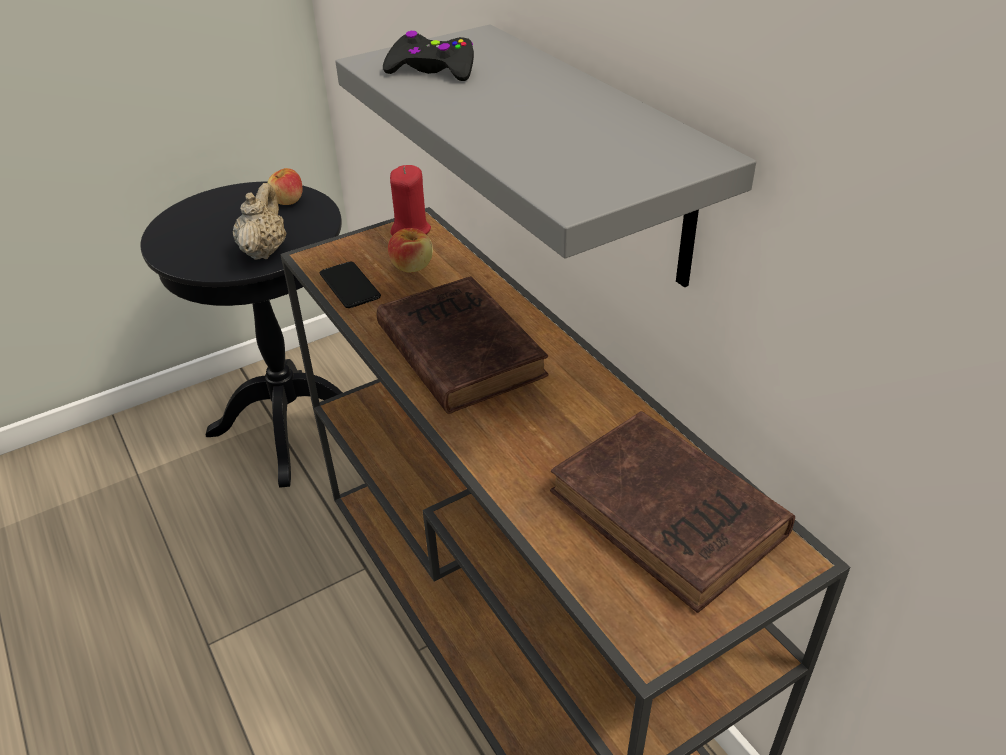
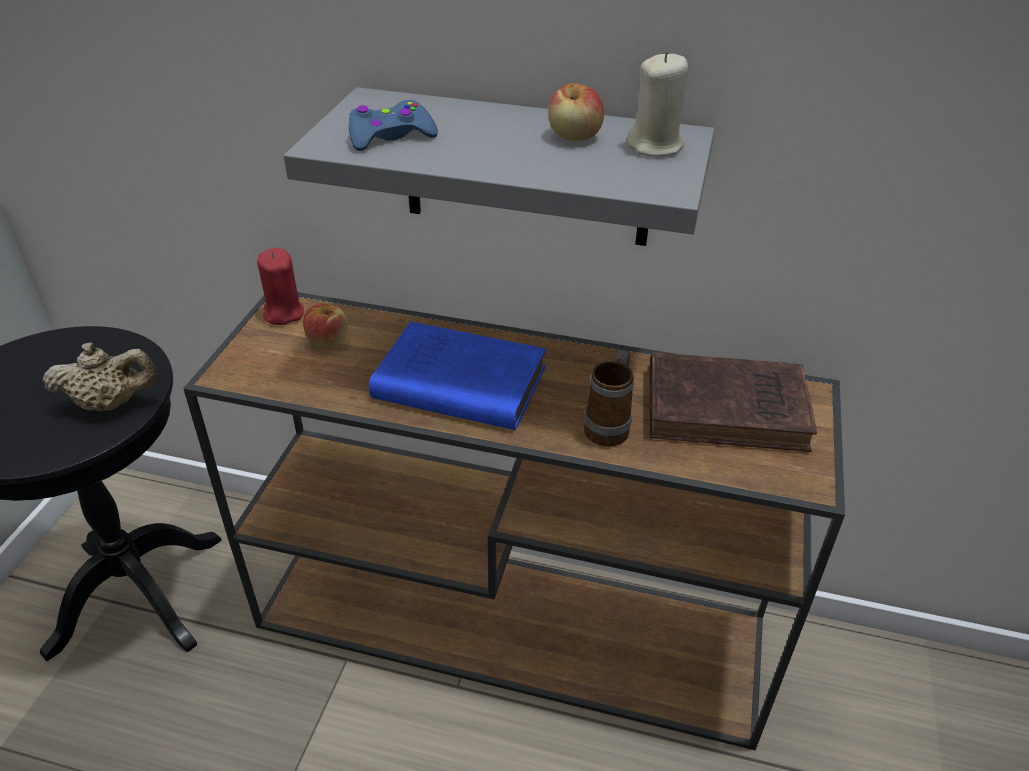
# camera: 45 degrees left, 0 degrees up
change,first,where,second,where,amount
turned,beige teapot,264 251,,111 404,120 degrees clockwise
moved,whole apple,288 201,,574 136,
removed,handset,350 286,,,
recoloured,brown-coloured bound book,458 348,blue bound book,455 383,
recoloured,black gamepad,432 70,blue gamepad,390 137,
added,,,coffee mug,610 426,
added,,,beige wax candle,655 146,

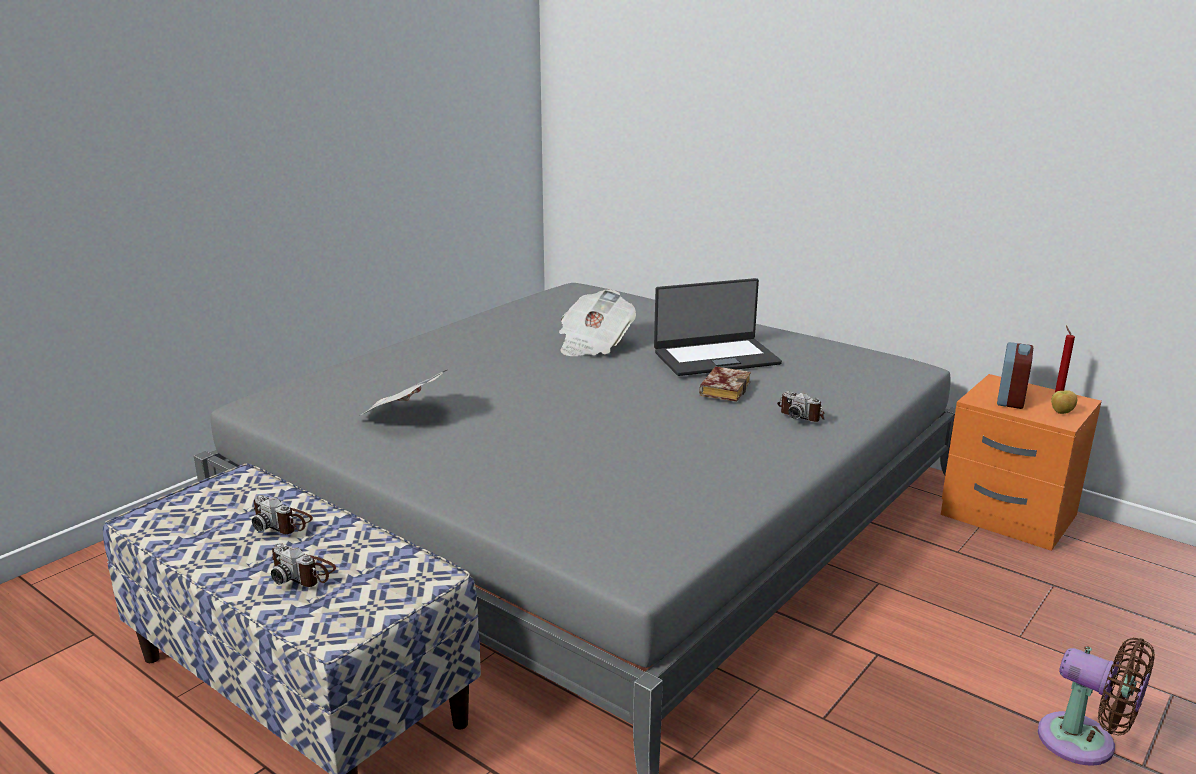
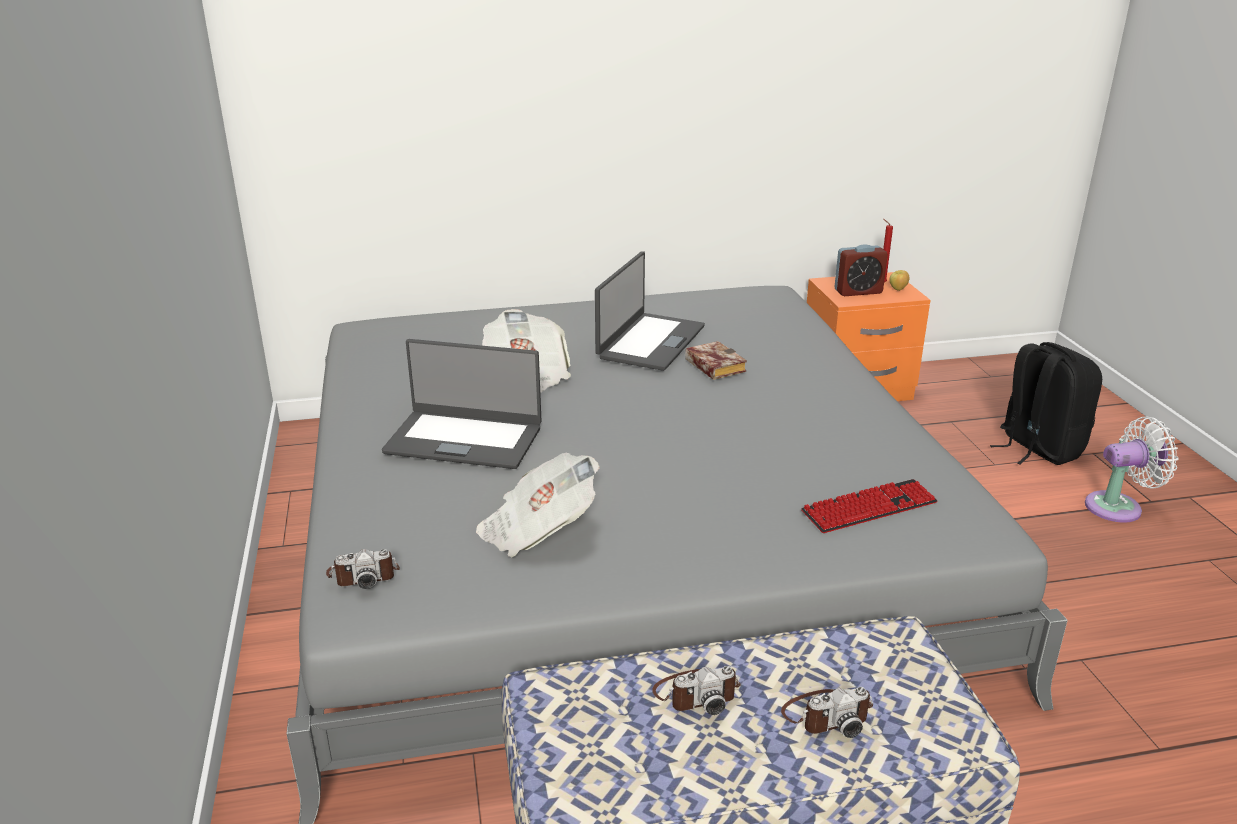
# camera: 50 degrees left, 5 degrees up
change,first,where,second,where,amount
moved,still camera,802 414,,363 574,
turned,alarm clock,1010 399,,858 291,105 degrees clockwise
recoloured,brown-coloured electric fan,1084 743,white-coloured electric fan,1118 507,
added,,,laptop,464 439,
added,,,PC keyboard,869 508,
added,,,black rucksack,1037 448,

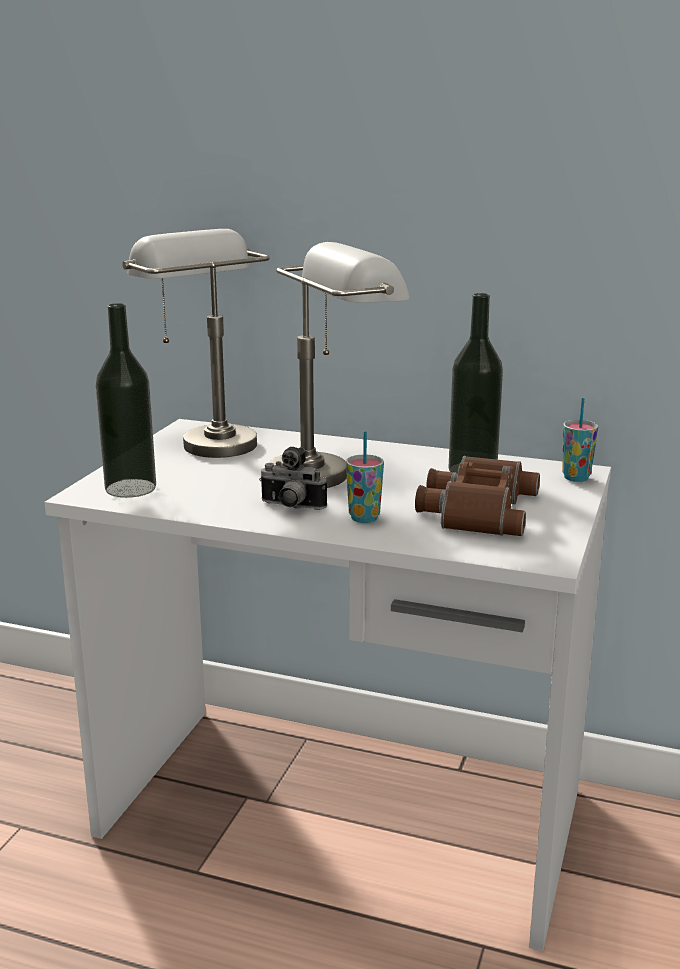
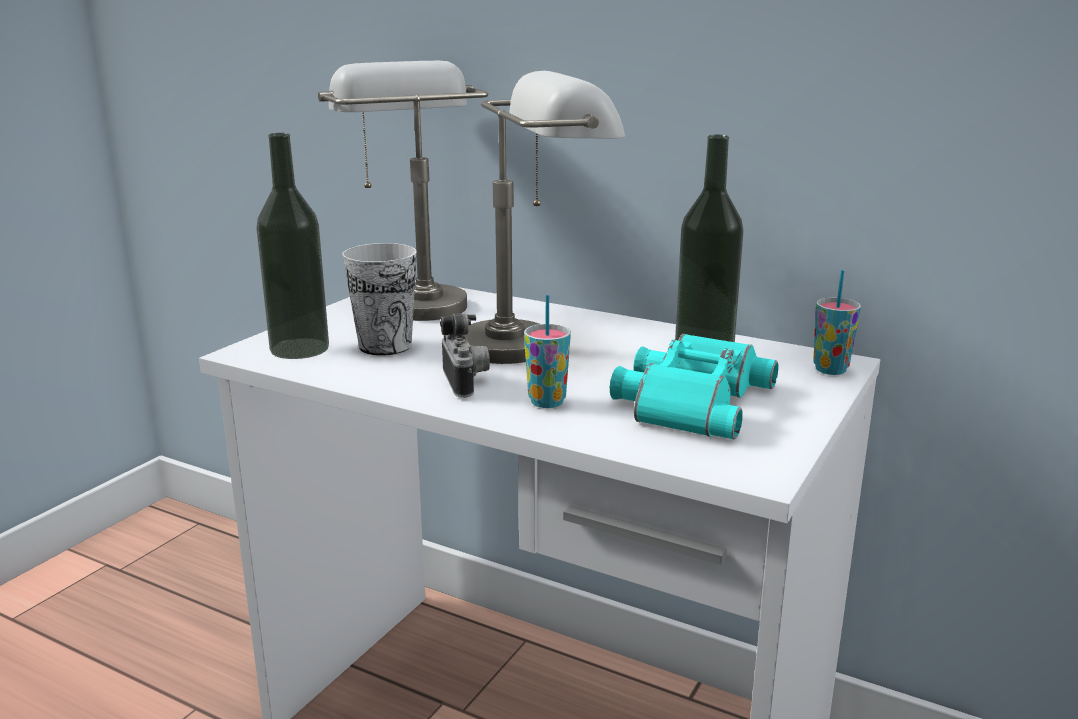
# camera: 10 degrees right, 0 degrees up
change,first,where,second,where,amount
turned,still camera,291 507,,467 383,135 degrees counterclockwise
recoloured,brown-coloured field glasses,475 508,turquoise field glasses,688 400,
added,,,small cup,385 346,

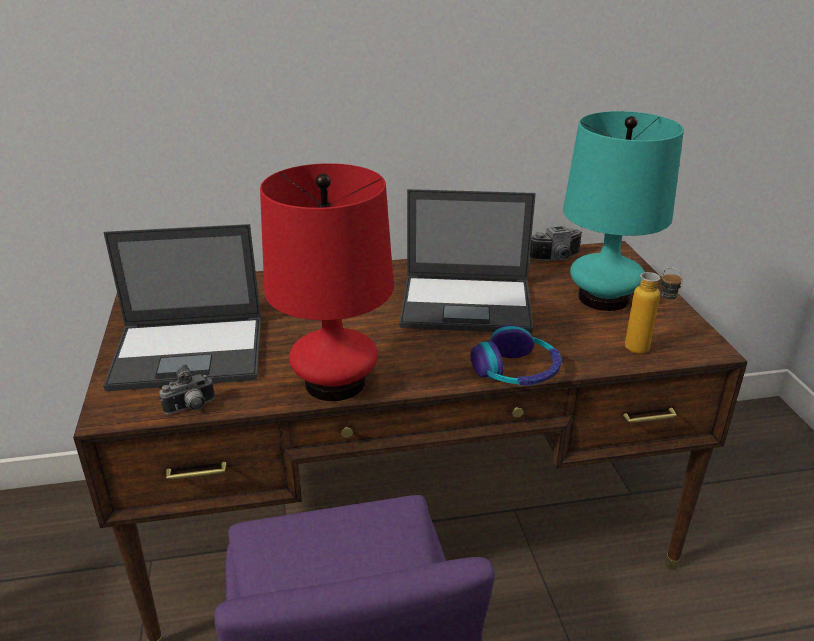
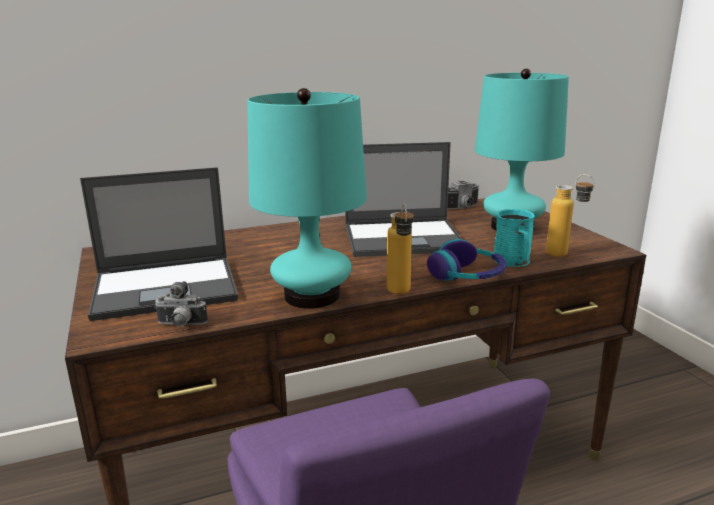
# camera: 10 degrees left, 10 degrees down
change,first,where,second,where,amount
turned,still camera,191 408,,181 325,45 degrees clockwise
recoloured,red-coloured table lamp,335 383,turquoise table lamp,312 296,
added,,,drink bottle,400 294,
added,,,turquoise coffee mug,513 262,

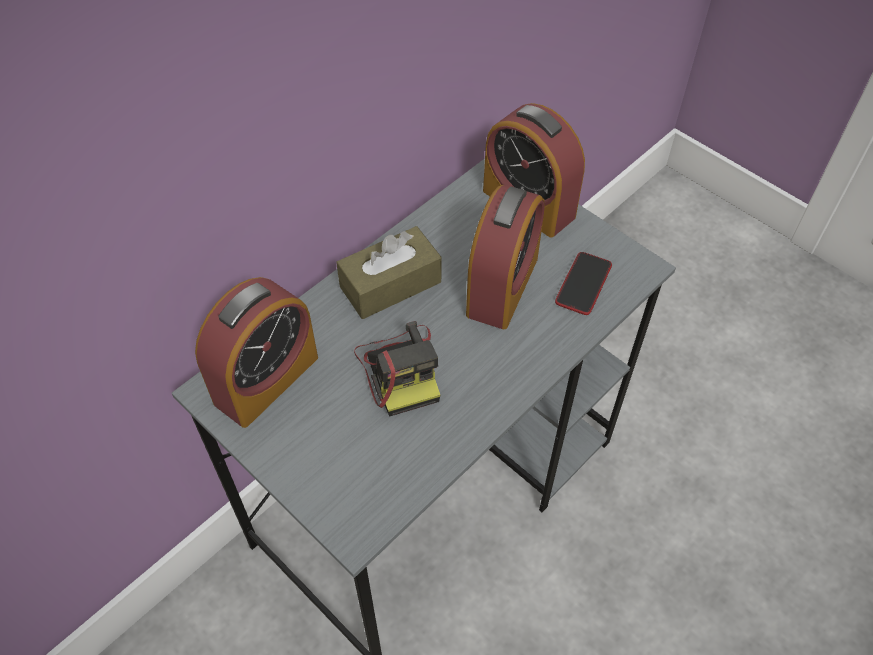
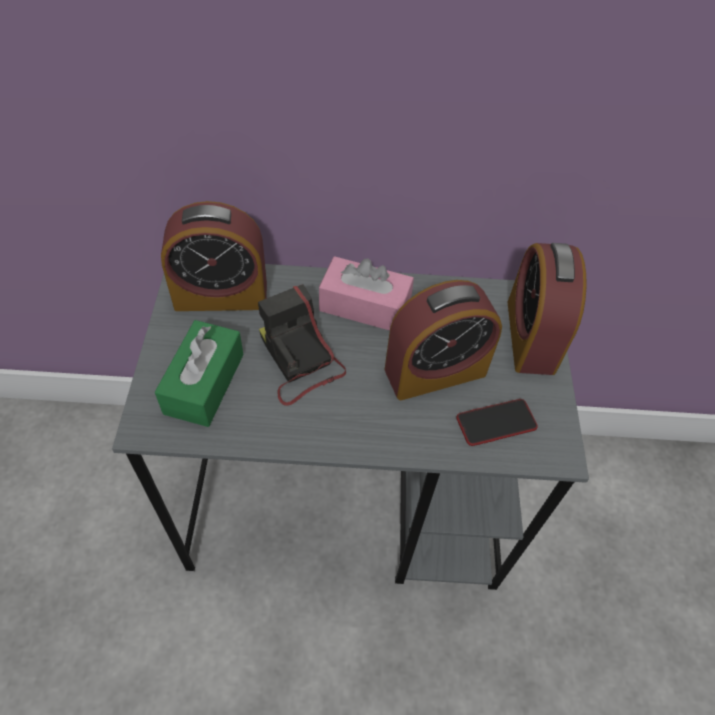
# camera: 45 degrees right, 0 degrees up
change,first,where,second,where,amount
recoloured,brown-coloured box of tissues,390 284,pink-coloured box of tissues,364 306,
turned,still camera,401 370,,299 361,120 degrees clockwise
added,,,green box of tissues,204 383,

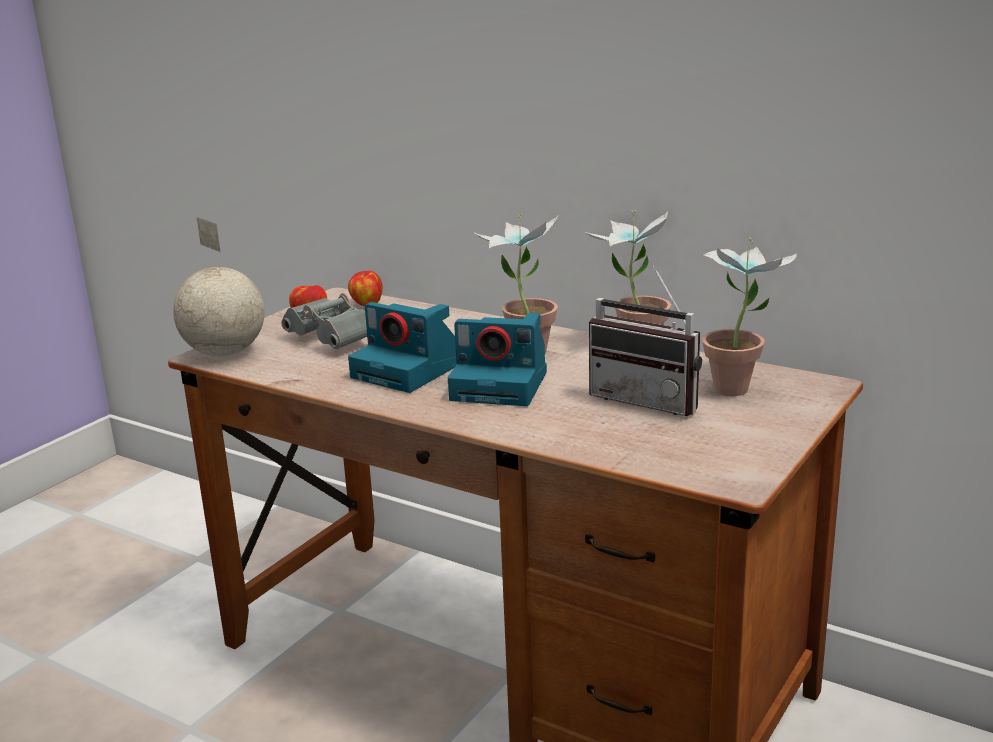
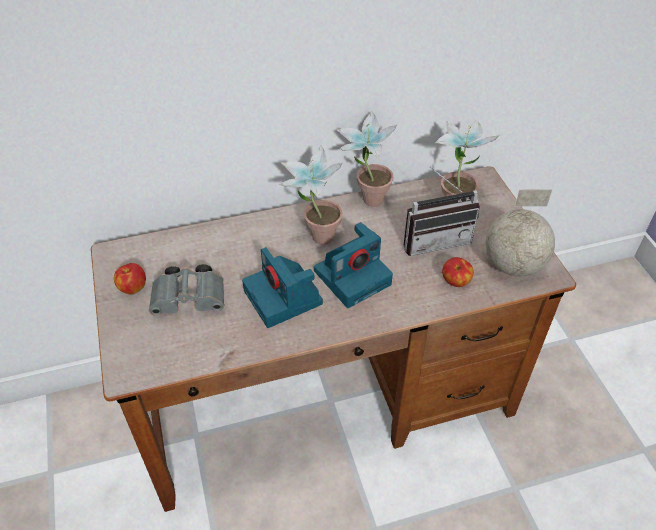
# camera: 50 degrees left, 25 degrees up
change,first,where,second,where,amount
moved,globe,224 353,,514 266,
moved,whole apple,366 304,,455 282,
turned,still camera,408 371,,284 298,75 degrees clockwise

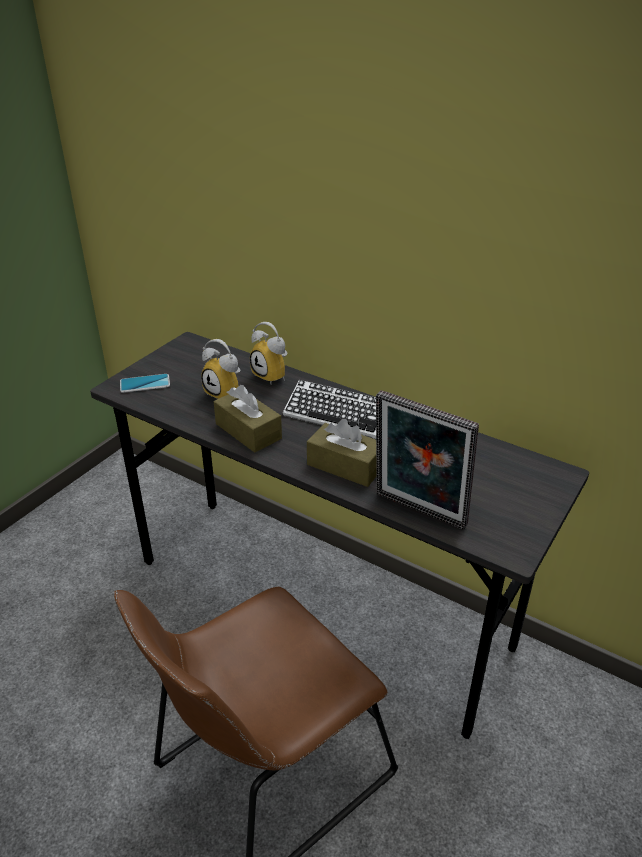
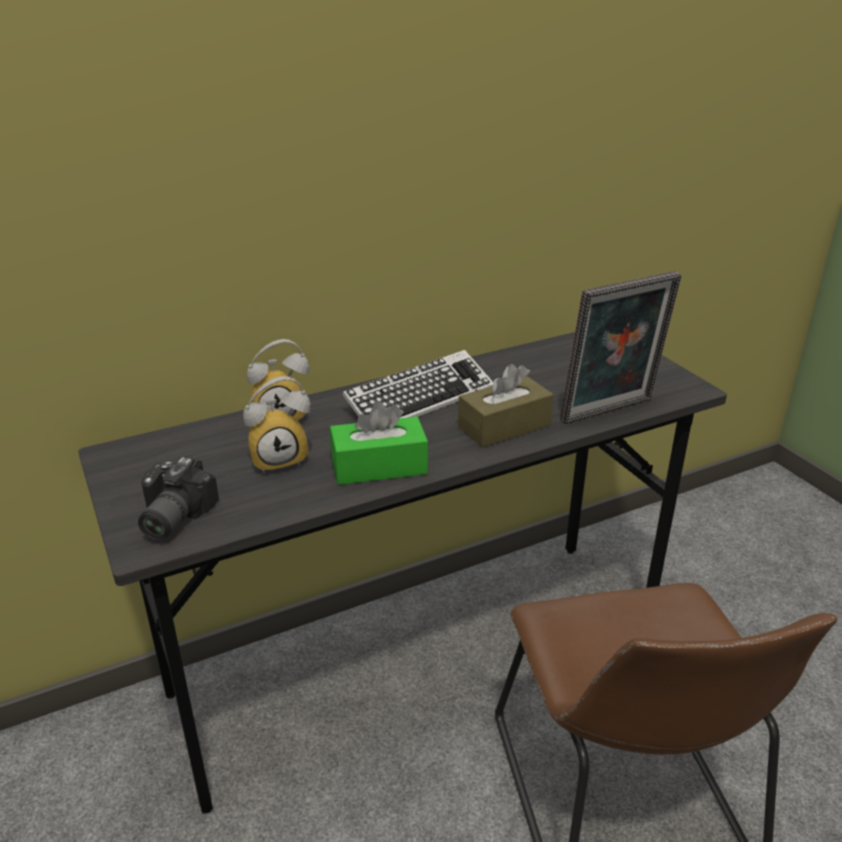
# camera: 60 degrees left, 5 degrees down
change,first,where,second,where,amount
replaced,handset,145 384,still camera,170 518,
recoloured,brown-coloured box of tissues,248 431,green box of tissues,379 466,

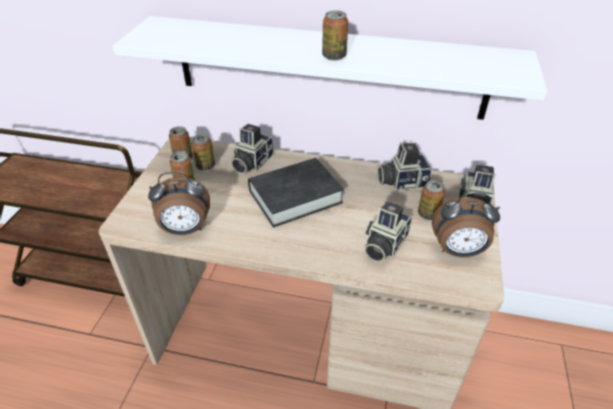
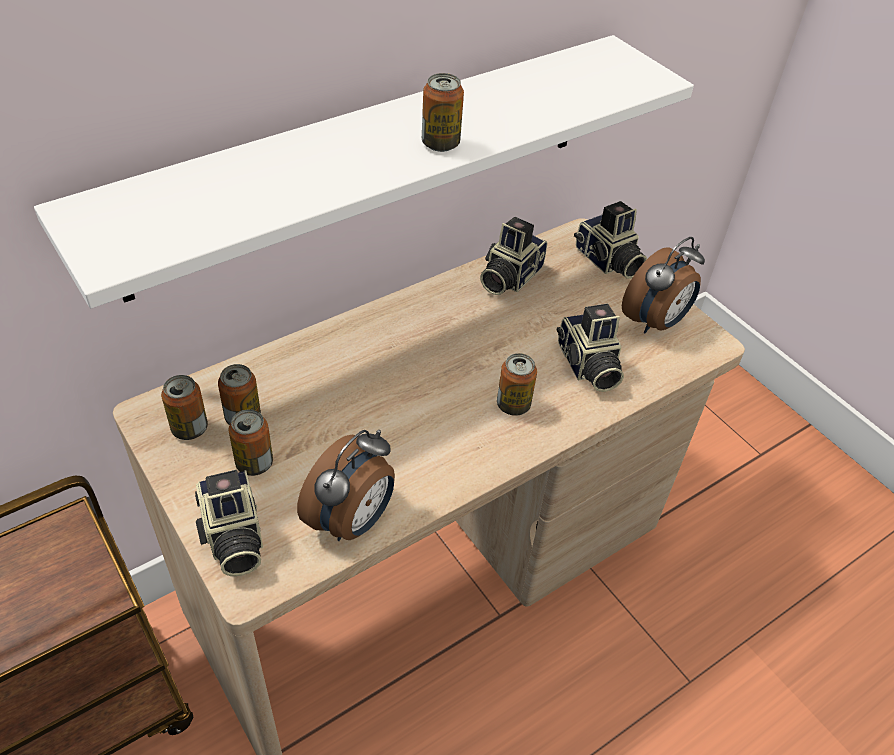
# camera: 50 degrees left, 5 degrees up
change,first,where,second,where,amount
moved,still camera,251 163,,232 538,
removed,black bound book,295 196,,,
moved,sealed can,428 214,,513 405,

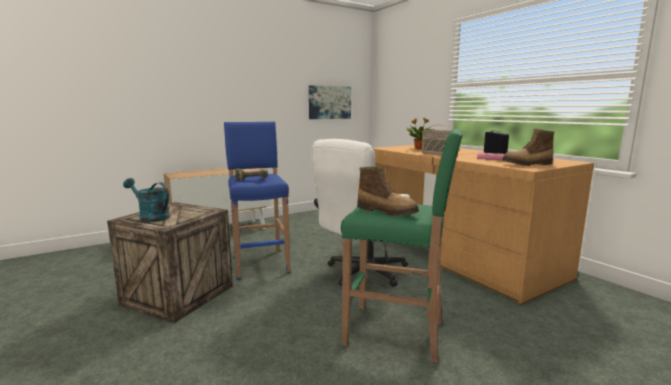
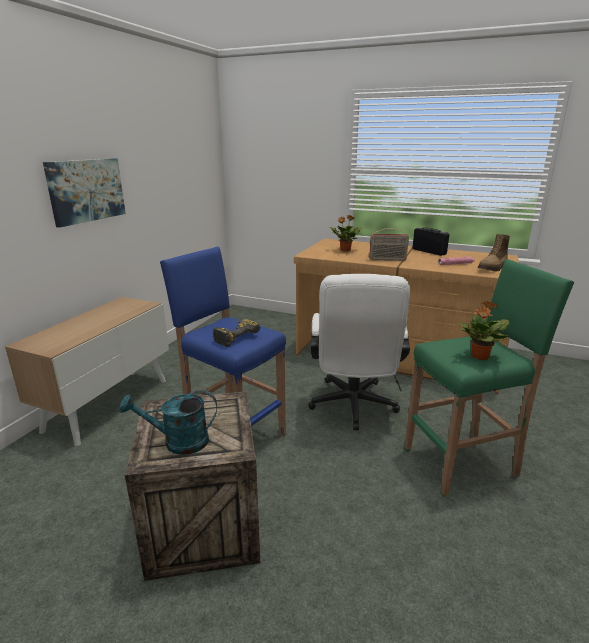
# camera: 35 degrees left, 10 degrees up
change,first,where,second,where,amount
moved,wall art,329 102,,86 190,
replaced,tall boot,387 212,houseplant,479 357,

